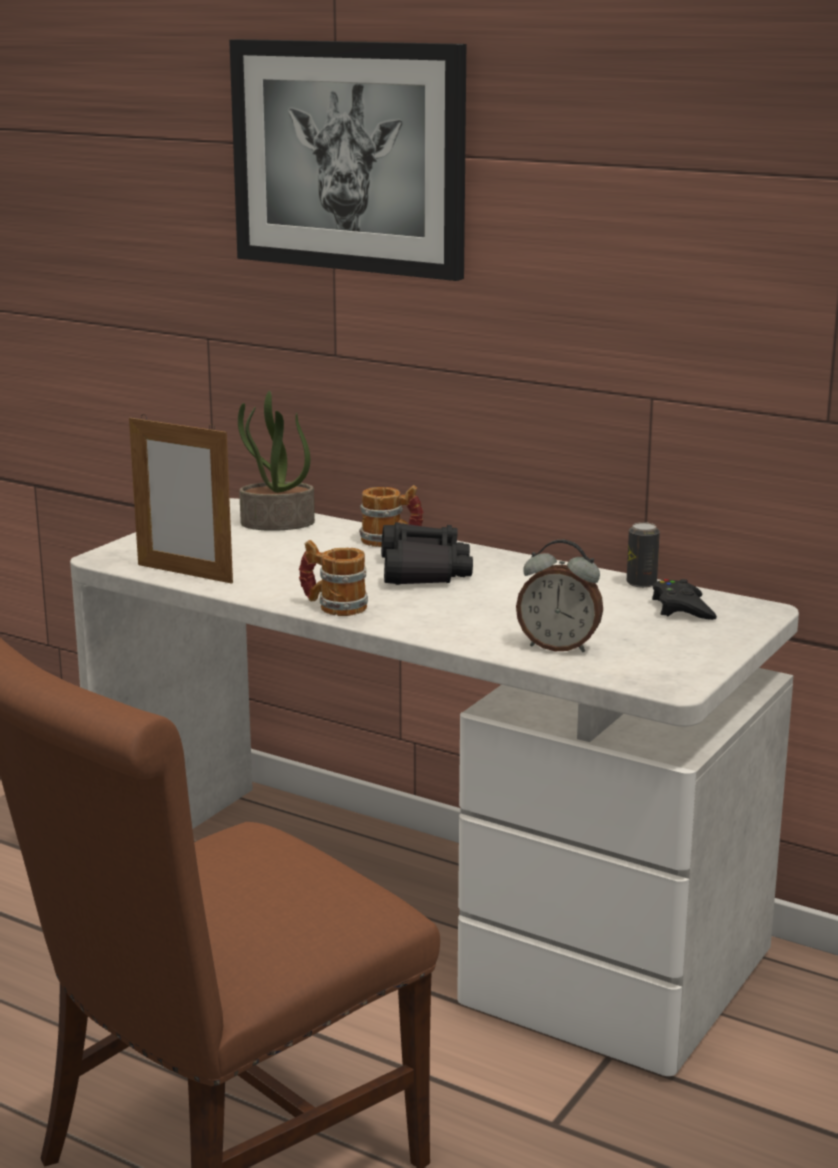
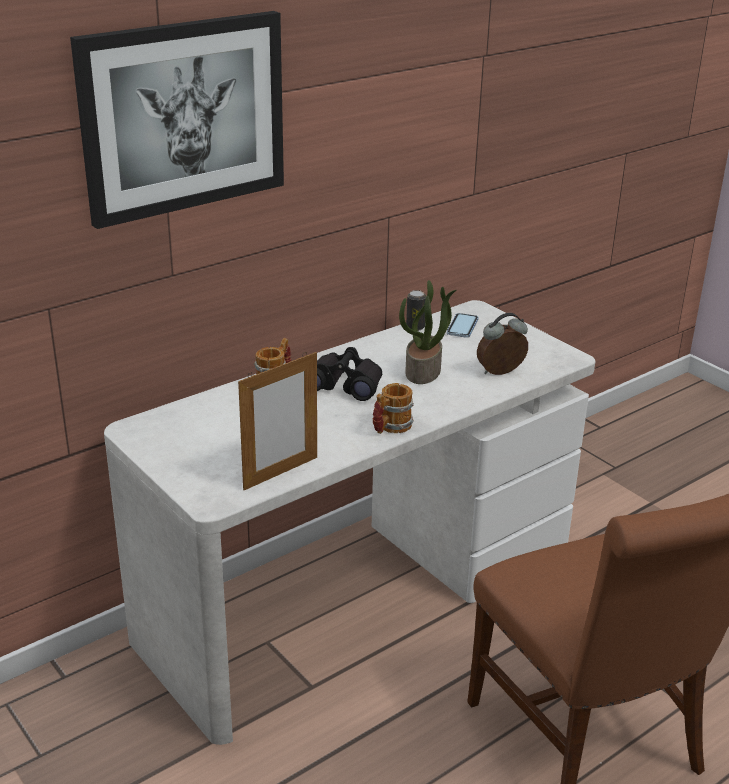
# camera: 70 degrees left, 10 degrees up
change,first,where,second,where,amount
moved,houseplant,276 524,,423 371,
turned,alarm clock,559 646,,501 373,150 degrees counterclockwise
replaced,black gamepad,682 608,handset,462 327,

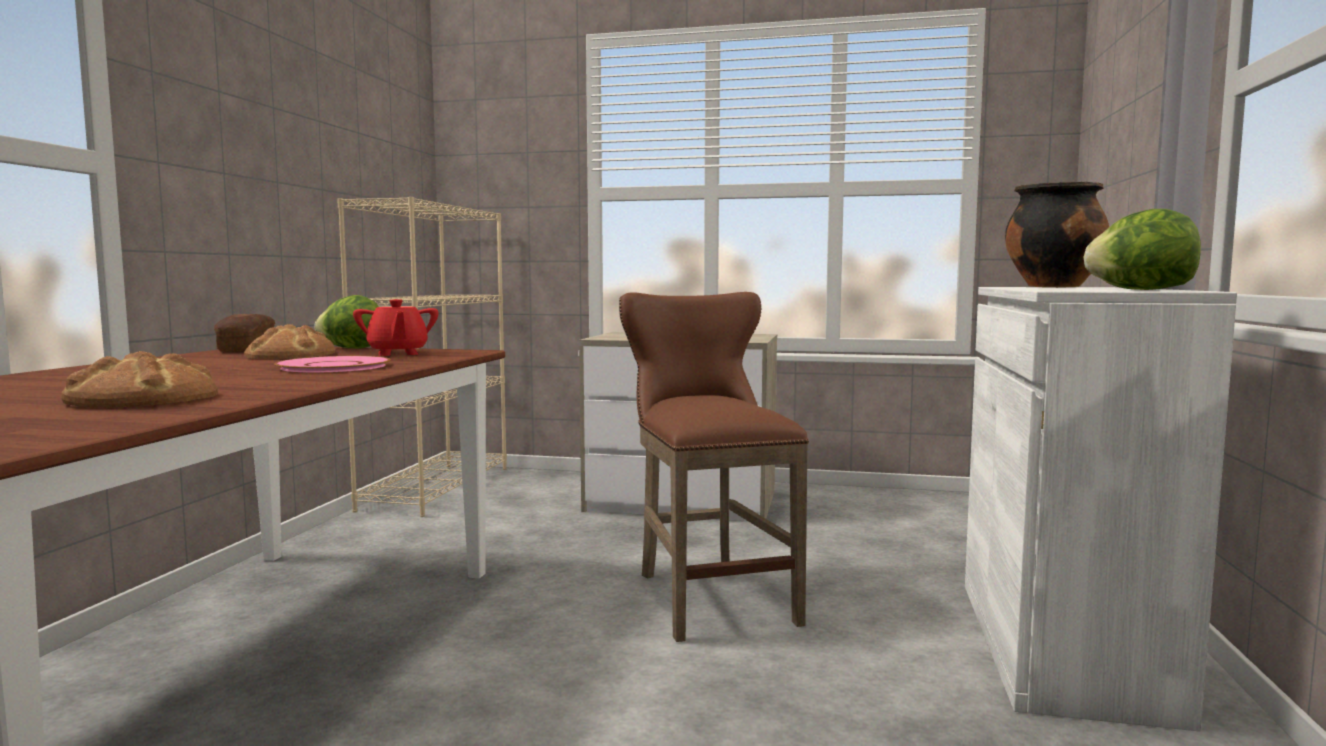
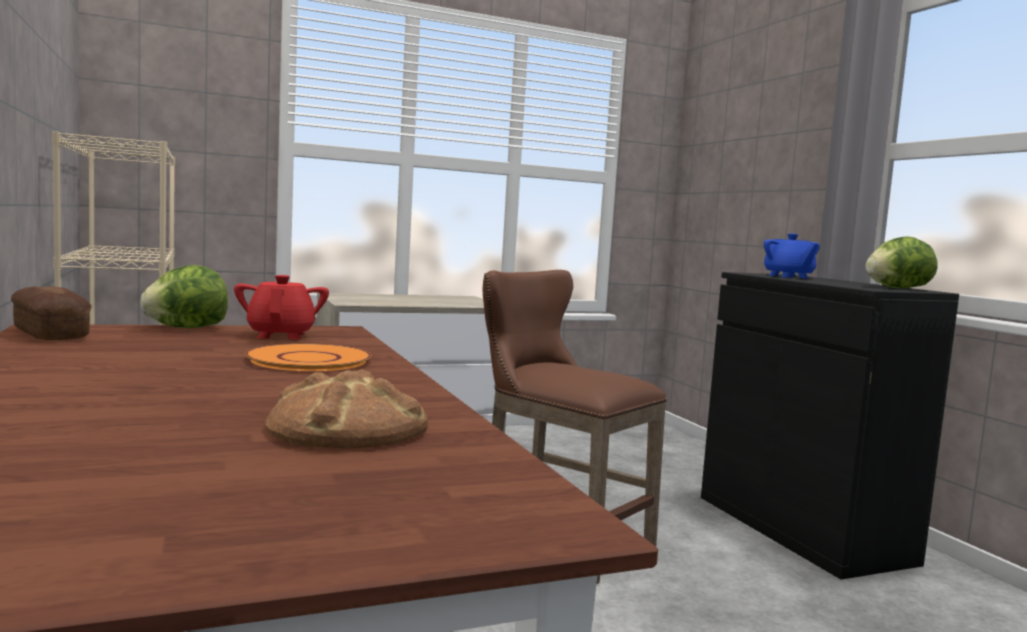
# camera: 35 degrees left, 0 degrees up
change,first,where,second,where,amount
removed,baked bread,290 355,,,
recoloured,pink-coloured flat dish,333 366,orange-coloured flat dish,308 360,
turned,red-coloured teapot,397 353,,281 335,135 degrees counterclockwise
recoloured,white-coloured cupboard,1060 646,black cupboard,801 529,
replaced,cooking pot,1052 287,blue teapot,788 276,

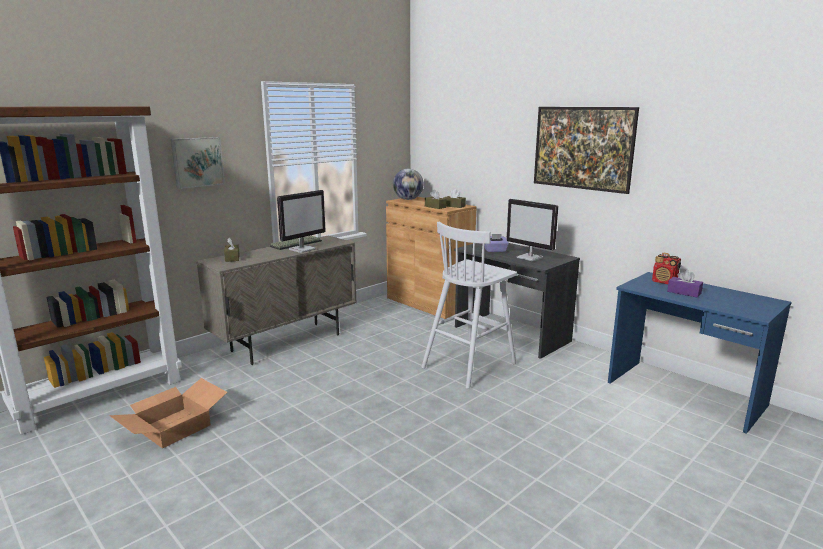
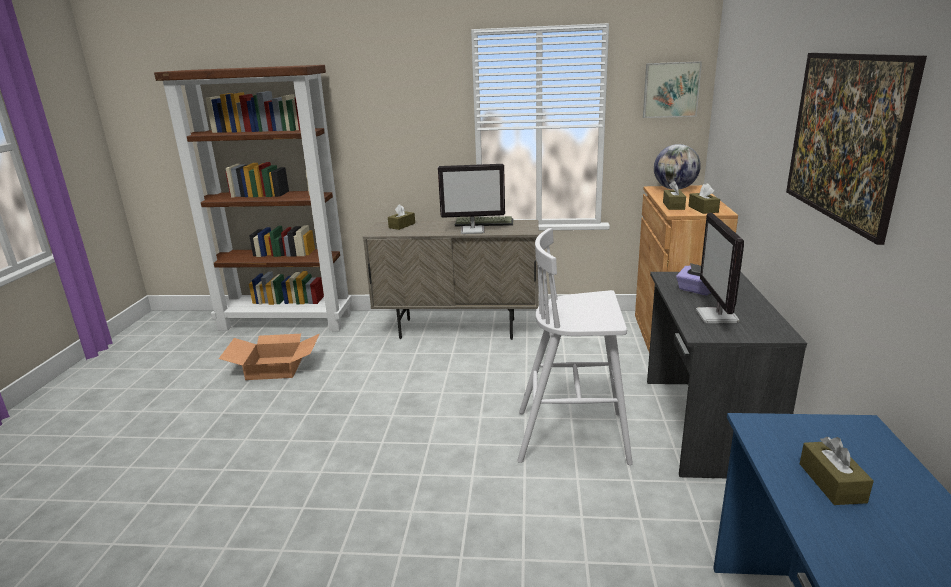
# camera: 50 degrees right, 5 degrees up
change,first,where,second,where,amount
moved,wall art,197 162,,670 89,
removed,radio,664 282,,,
recoloured,purplish box of tissues,684 292,brown-coloured box of tissues,832 483,

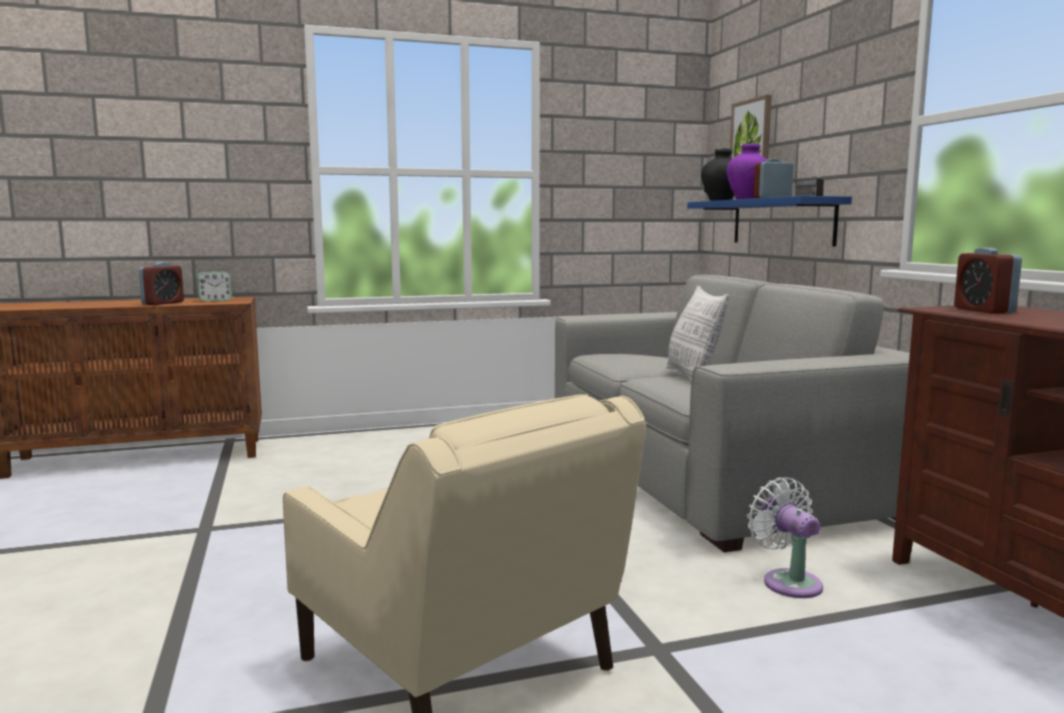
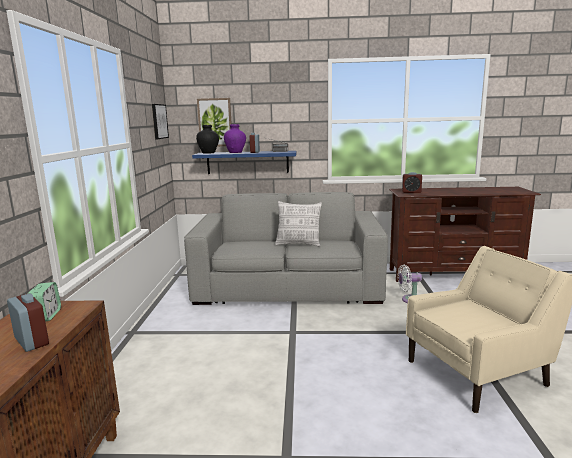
# camera: 70 degrees left, 5 degrees up
change,first,where,second,where,amount
added,,,wall art,159 121,

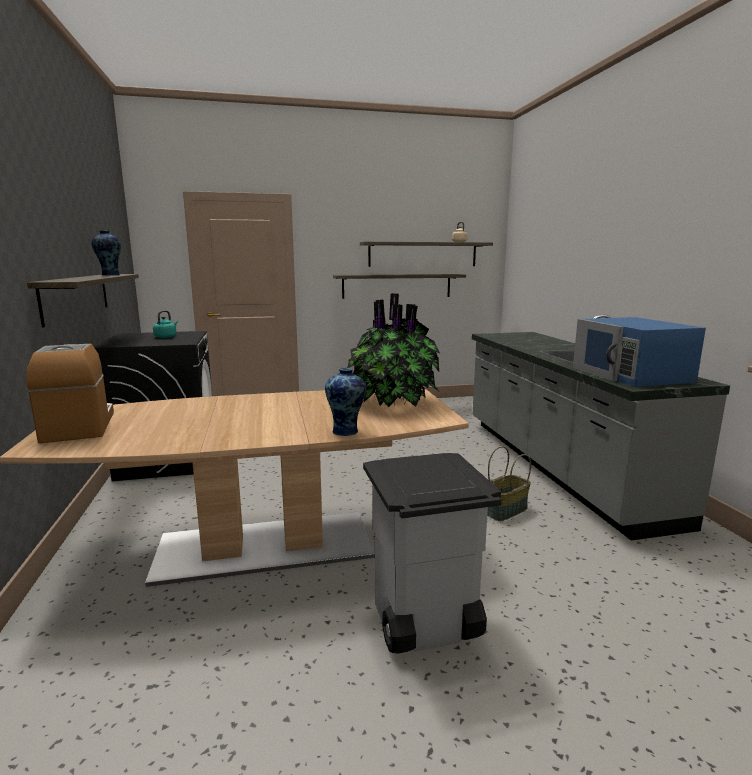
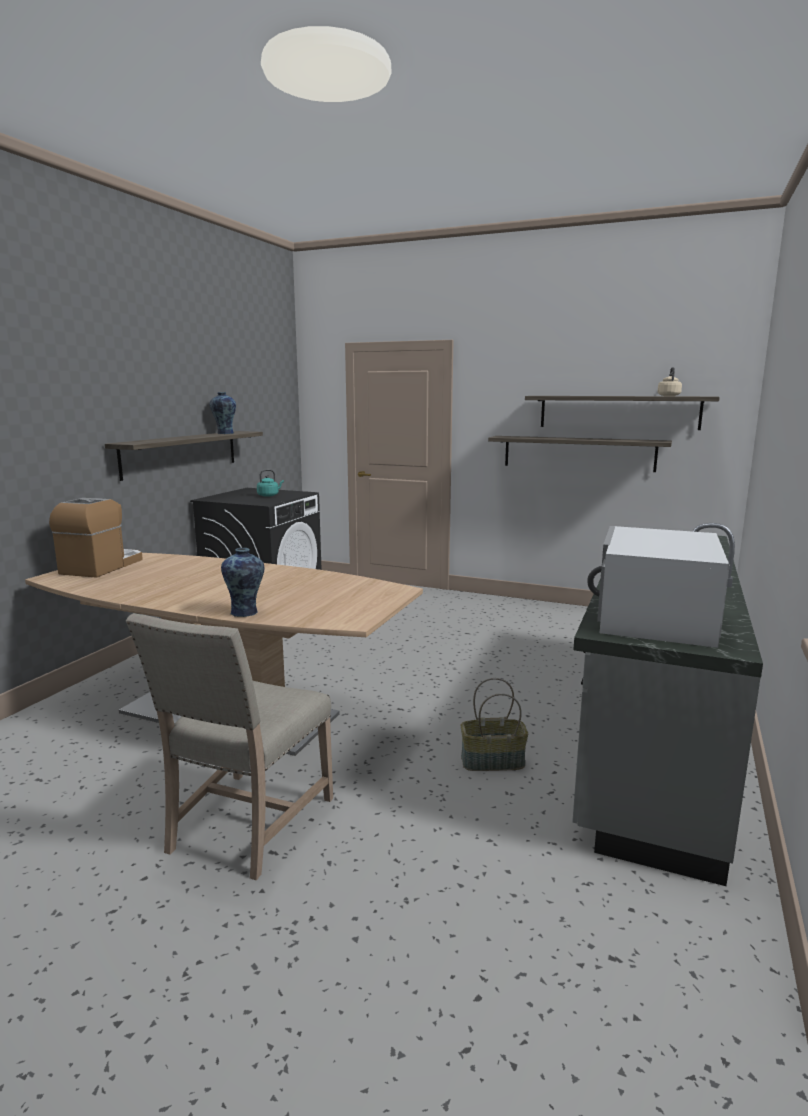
# camera: 35 degrees right, 0 degrees up
change,first,where,second,where,amount
removed,houseplant,393 403,,,
replaced,gray trash can,423 624,beige chair,246 826,
recoloured,blue kitchen microwave,631 374,white-coloured kitchen microwave,655 617,

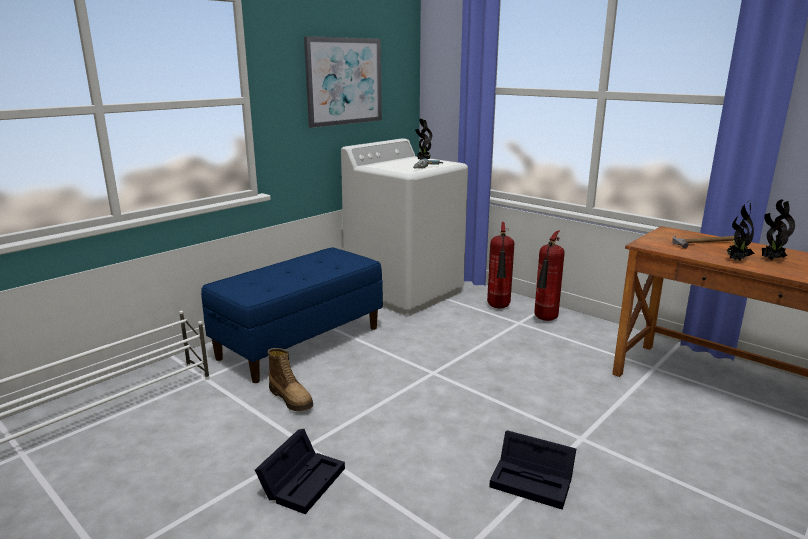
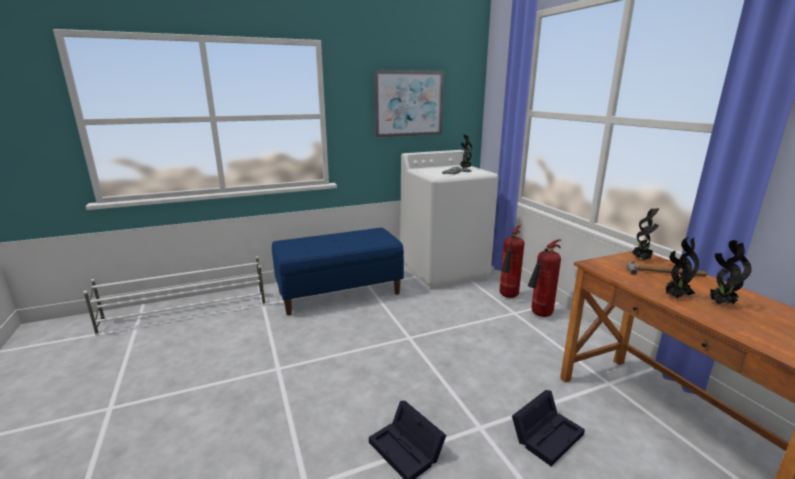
# camera: 25 degrees right, 0 degrees up
change,first,where,second,where,amount
moved,black storage bin,303 480,,547 434,
removed,tall boot,291 398,,,
added,,,houseplant,641 259,

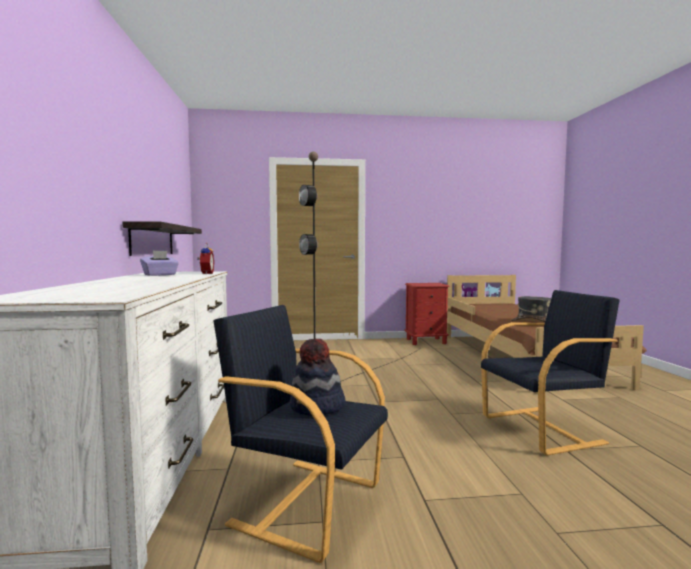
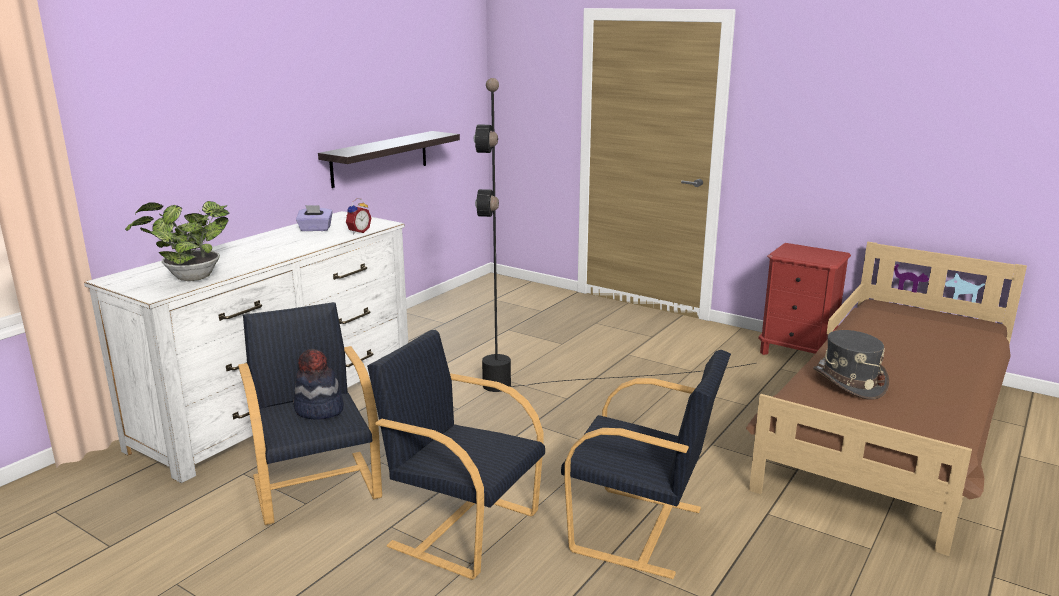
# camera: 40 degrees right, 15 degrees up
change,first,where,second,where,amount
added,,,houseplant,189 278,
added,,,black armchair,462 528,

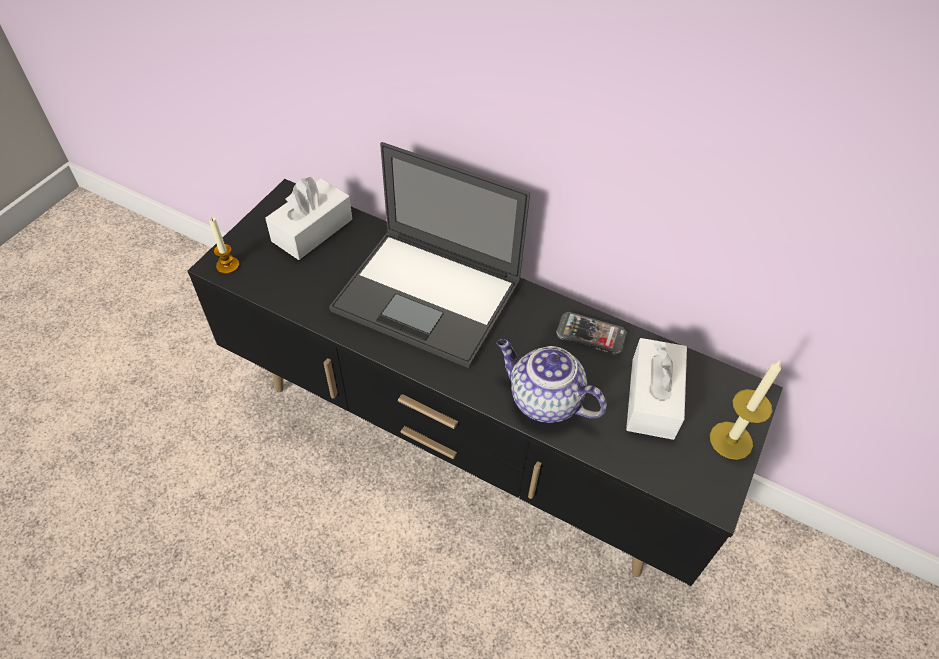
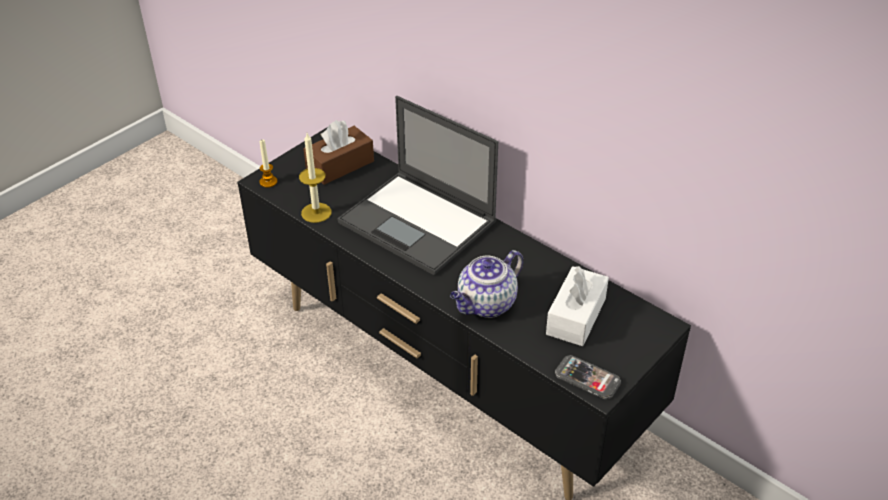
# camera: 15 degrees right, 10 degrees down
change,first,where,second,where,amount
recoloured,white-coloured box of tissues,312 230,brown-coloured box of tissues,340 165,
turned,teapot,543 400,,486 305,90 degrees counterclockwise
moved,handset,591 335,,587 378,
moved,wax candle,731 440,,316 212,

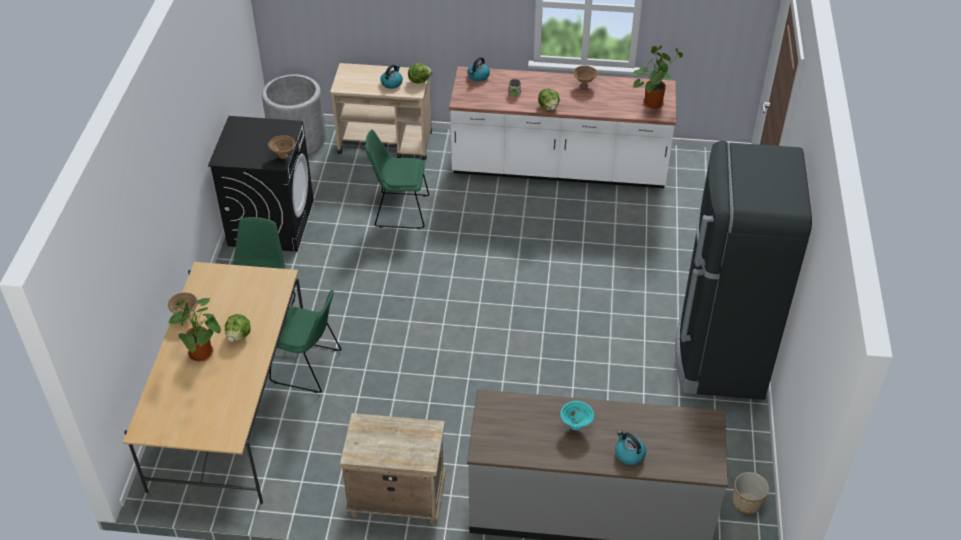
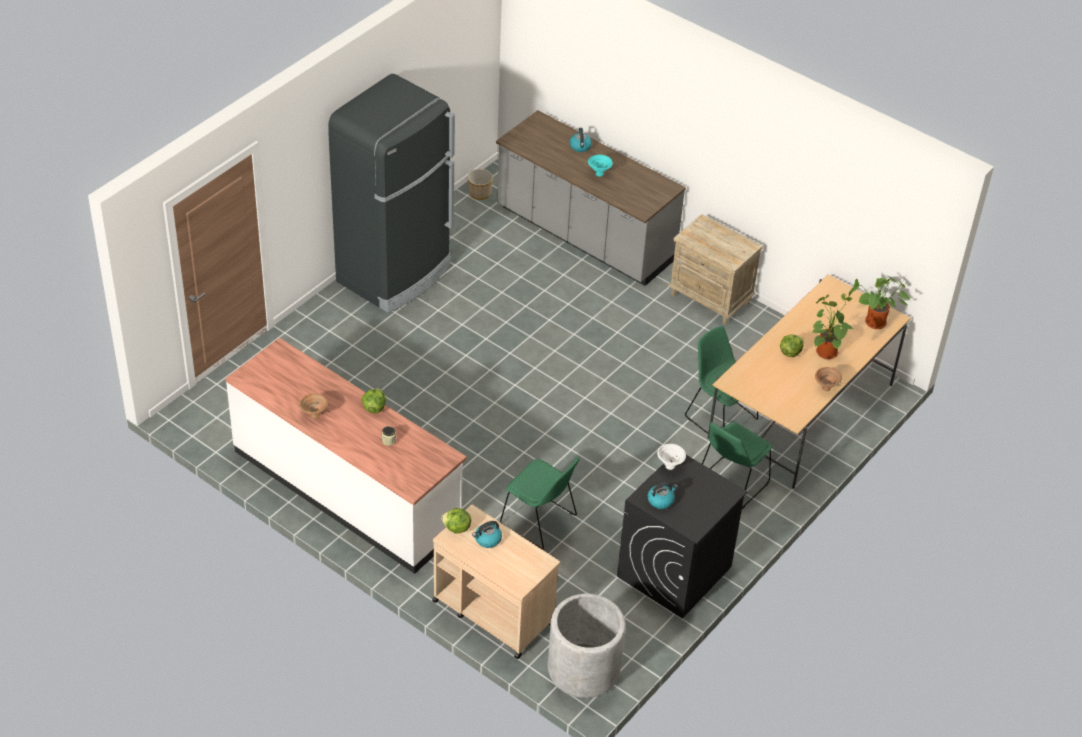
# camera: 150 degrees left, 0 degrees up
change,first,where,second,where,amount
recoloured,brown-coloured deep dish,283 156,white-coloured deep dish,669 465,
moved,tea kettle,478 76,,661 500,
moved,houseplant,653 102,,874 324,

